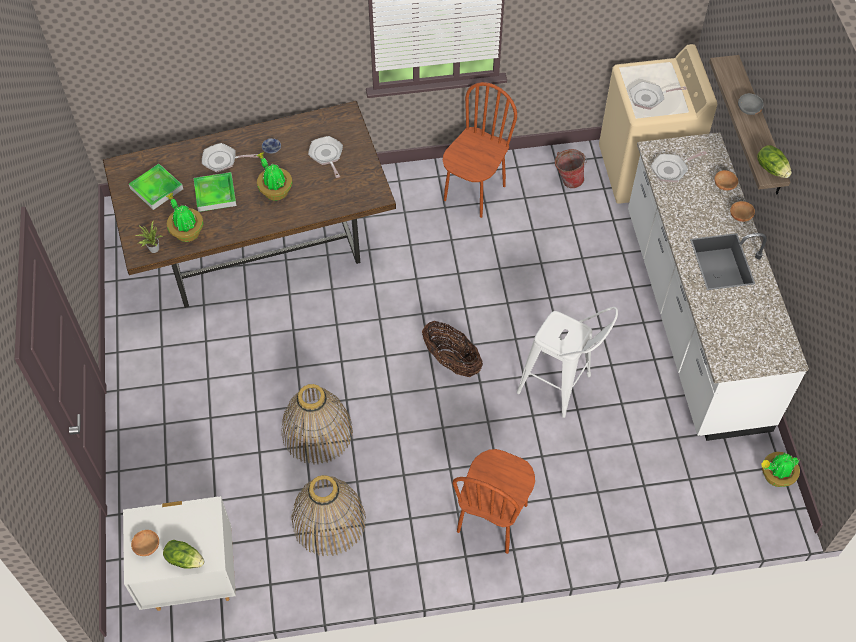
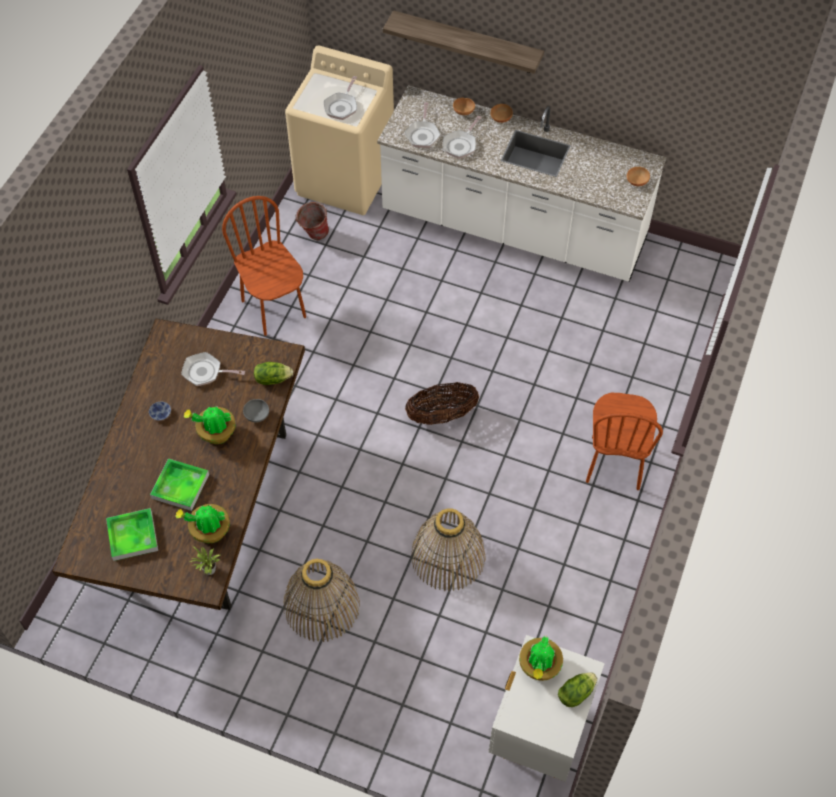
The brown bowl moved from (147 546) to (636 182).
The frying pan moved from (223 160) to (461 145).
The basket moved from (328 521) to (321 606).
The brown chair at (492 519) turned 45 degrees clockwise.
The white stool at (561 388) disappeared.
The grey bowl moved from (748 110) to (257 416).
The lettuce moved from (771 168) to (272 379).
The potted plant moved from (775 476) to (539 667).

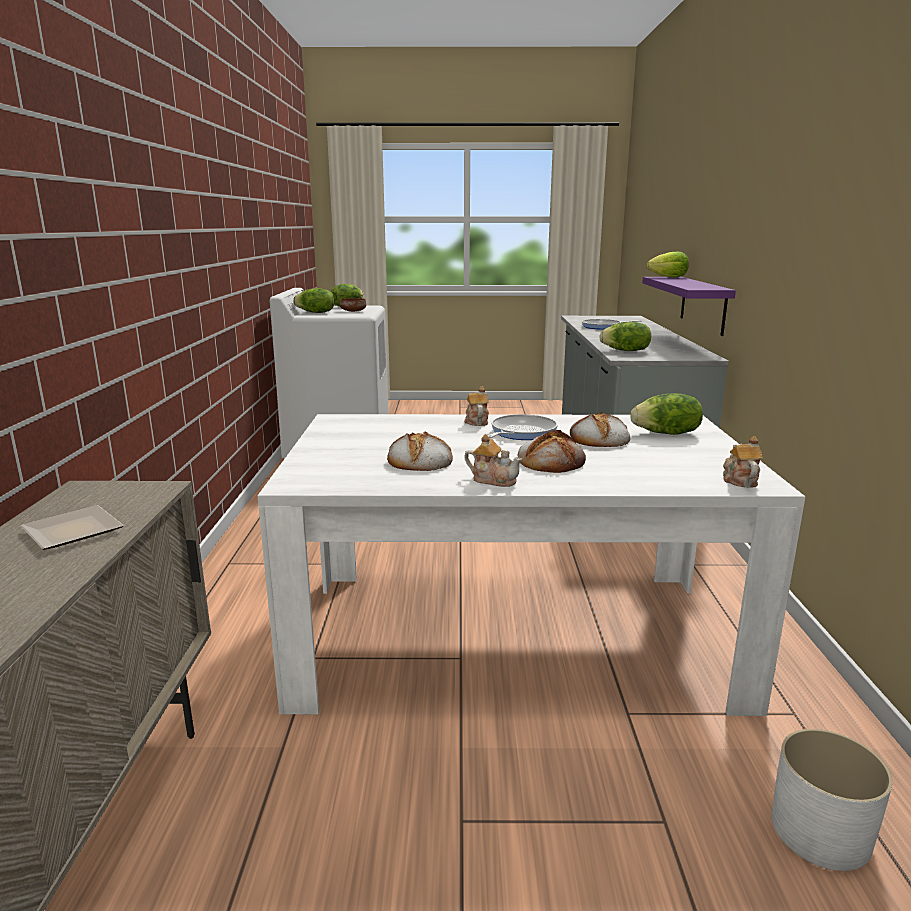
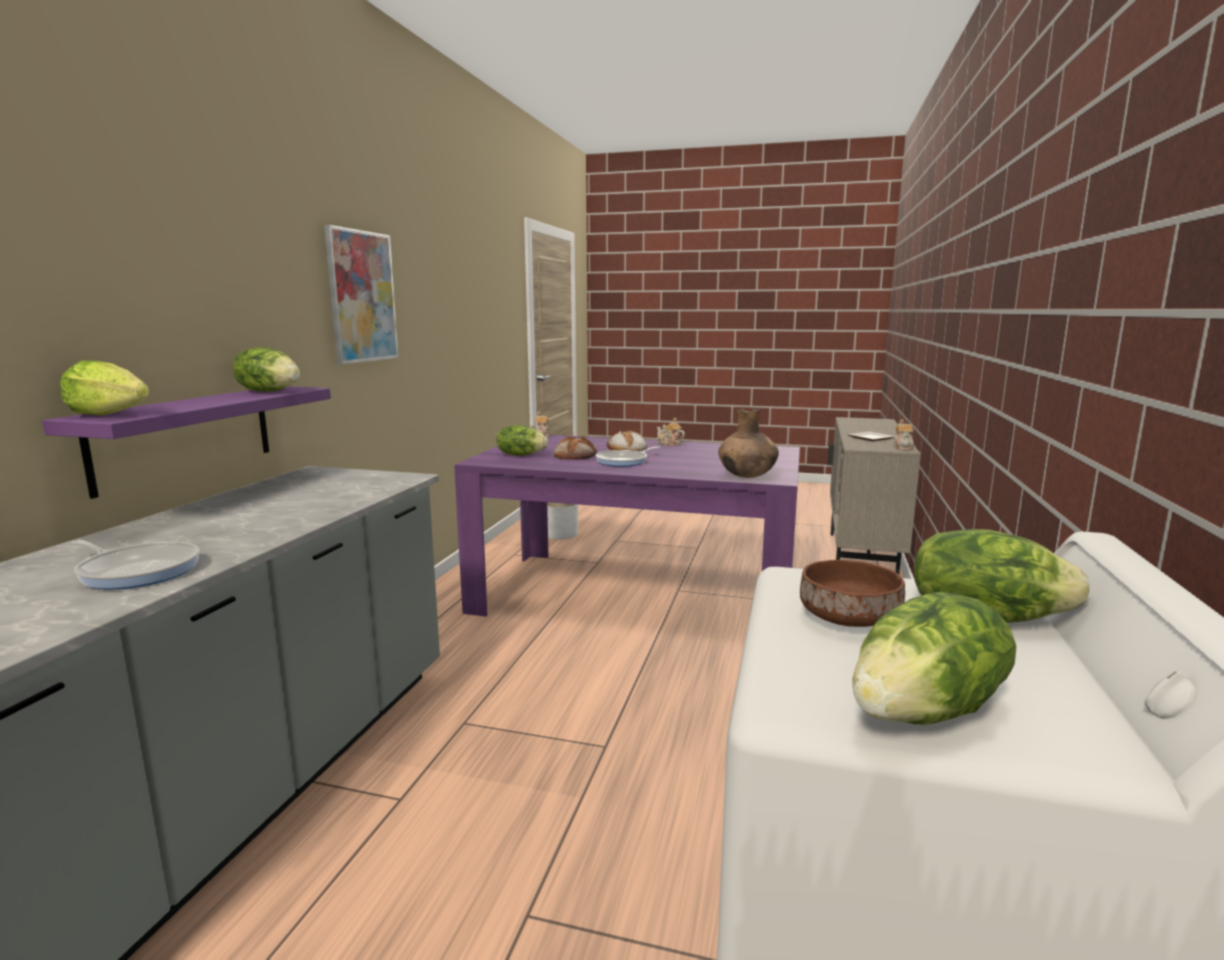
The white dining table at (511 637) became the purple dining table at (636 596).
The bread at (419 461) disappeared.
The teapot moved from (476 421) to (903 447).
The lettuce moved from (626 351) to (269 391).
The picture at (362 297) appeared.
The brown vase at (747 477) appeared.

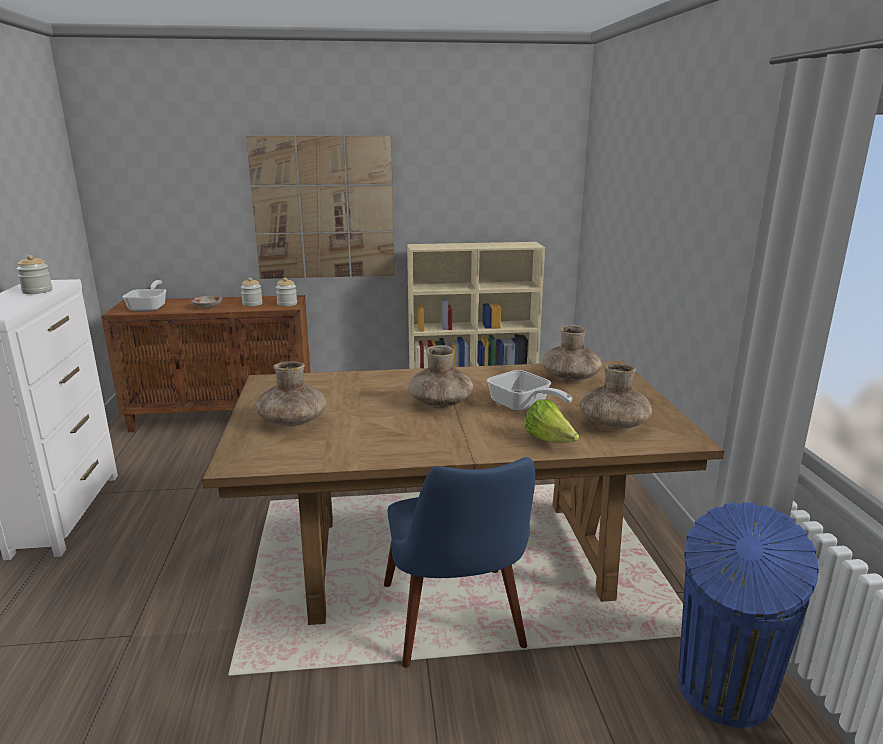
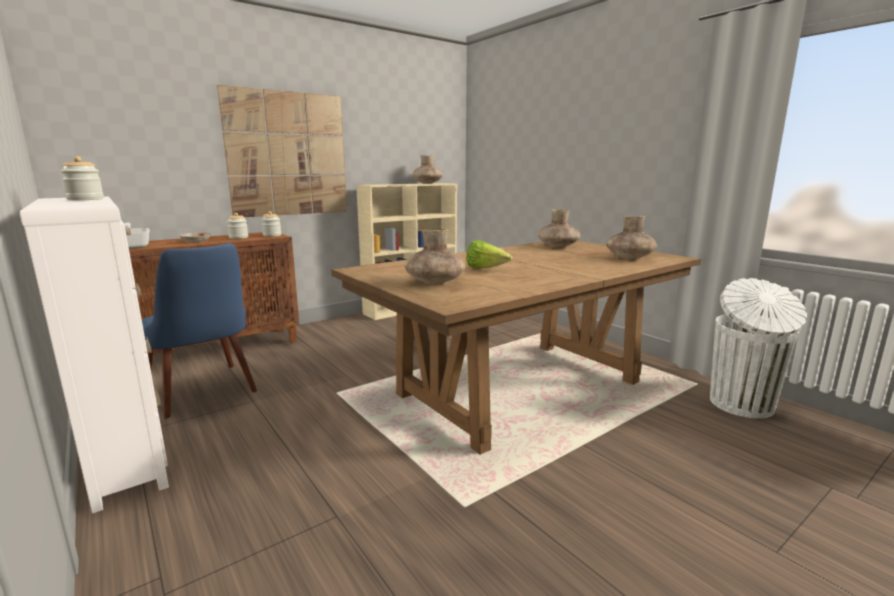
The blue chair moved from (458 629) to (206 394).
The brown vase moved from (441 403) to (427 183).
The frying pan at (523 406) disappeared.
The lettuce moved from (549 440) to (485 269).
The blue trash can at (723 692) became the white trash can at (742 405).

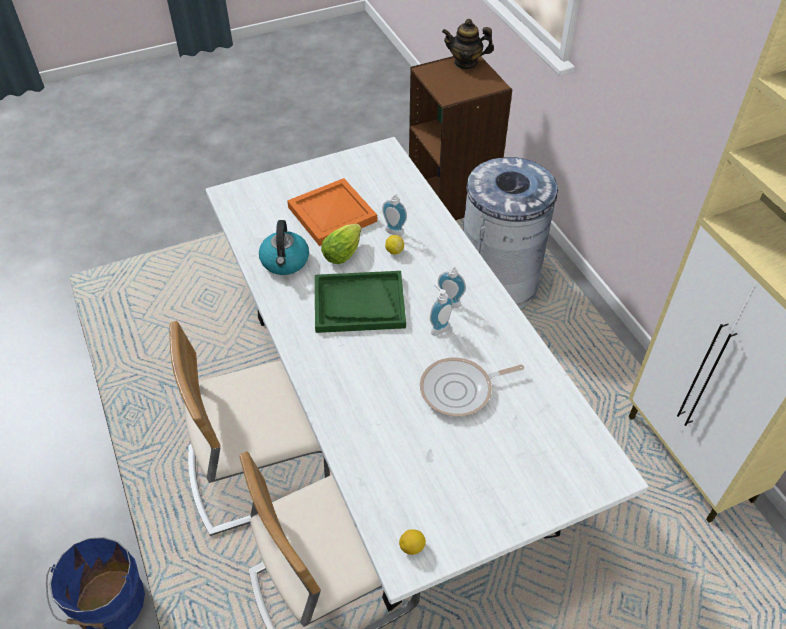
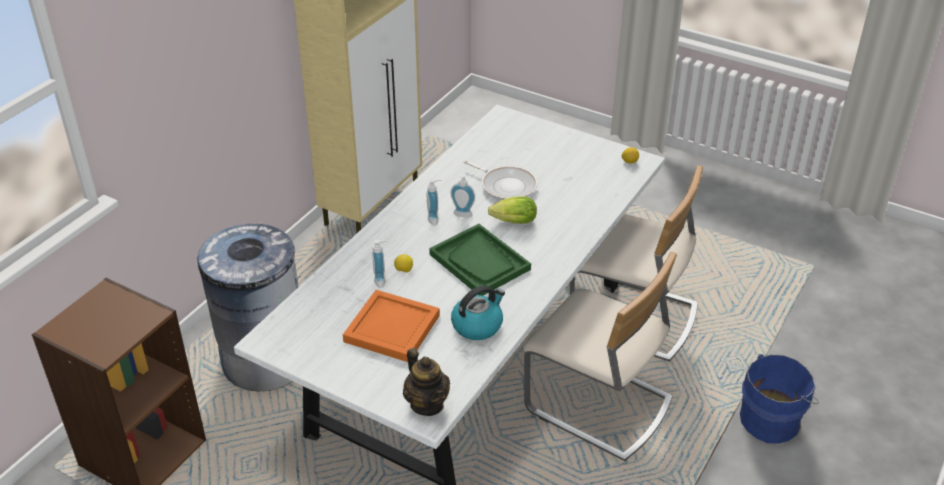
The lettuce moved from (344 252) to (511 222).
The teapot moved from (466 63) to (427 404).

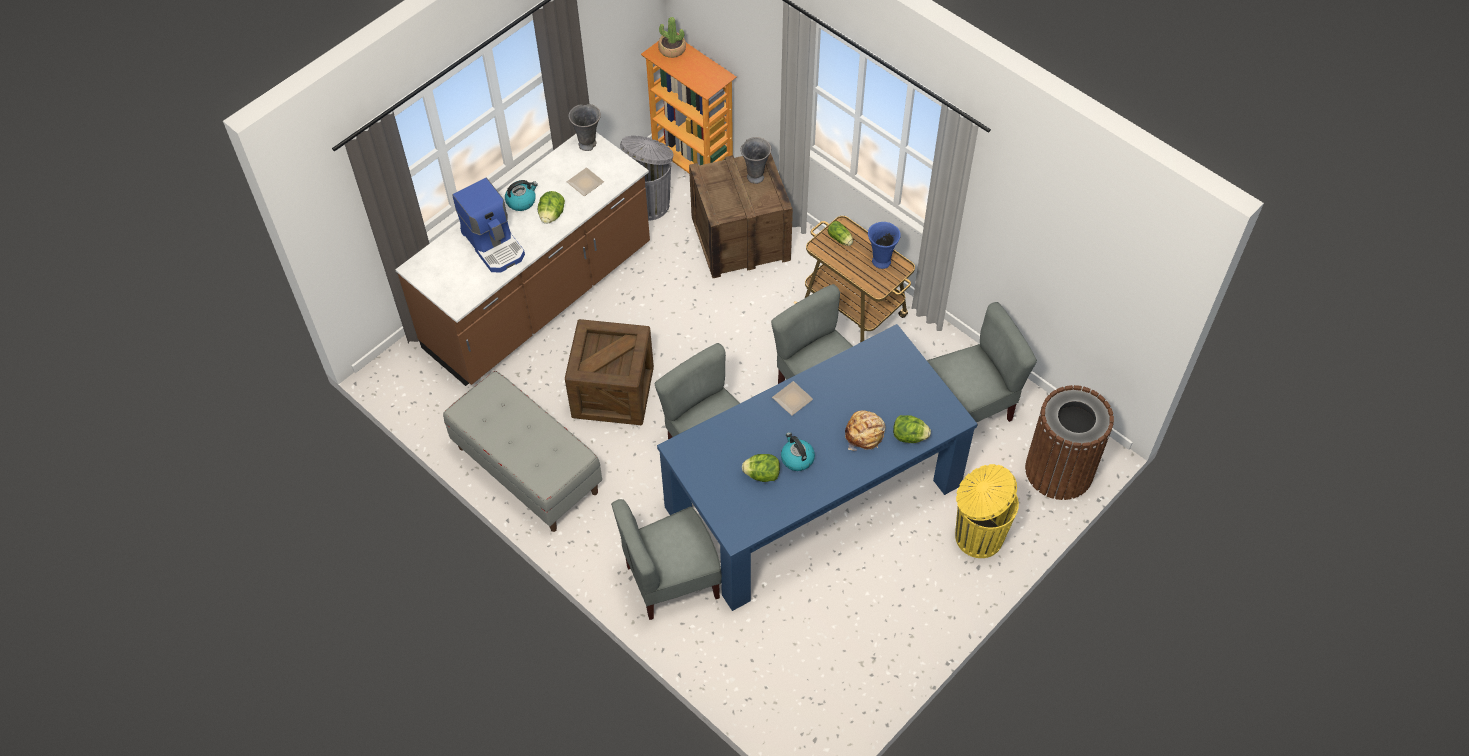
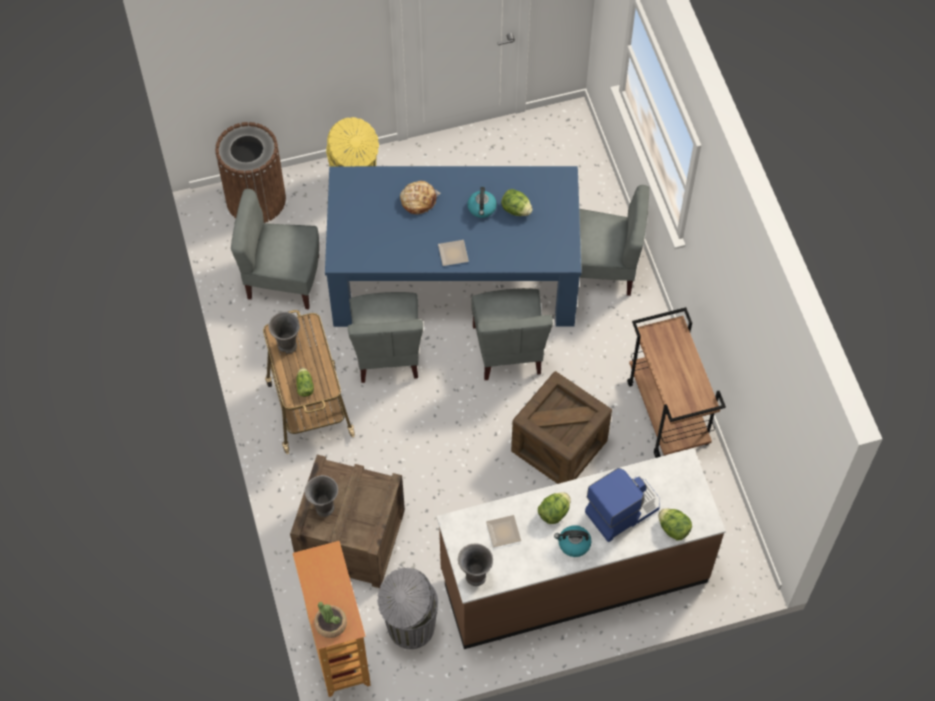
The grey bench at (527 470) was replaced by the brown cart at (668 413).
The coffee machine at (494 244) turned 60 degrees clockwise.
The blue vase at (880 261) became the grey vase at (288 346).
The lettuce moved from (909 436) to (673 528).

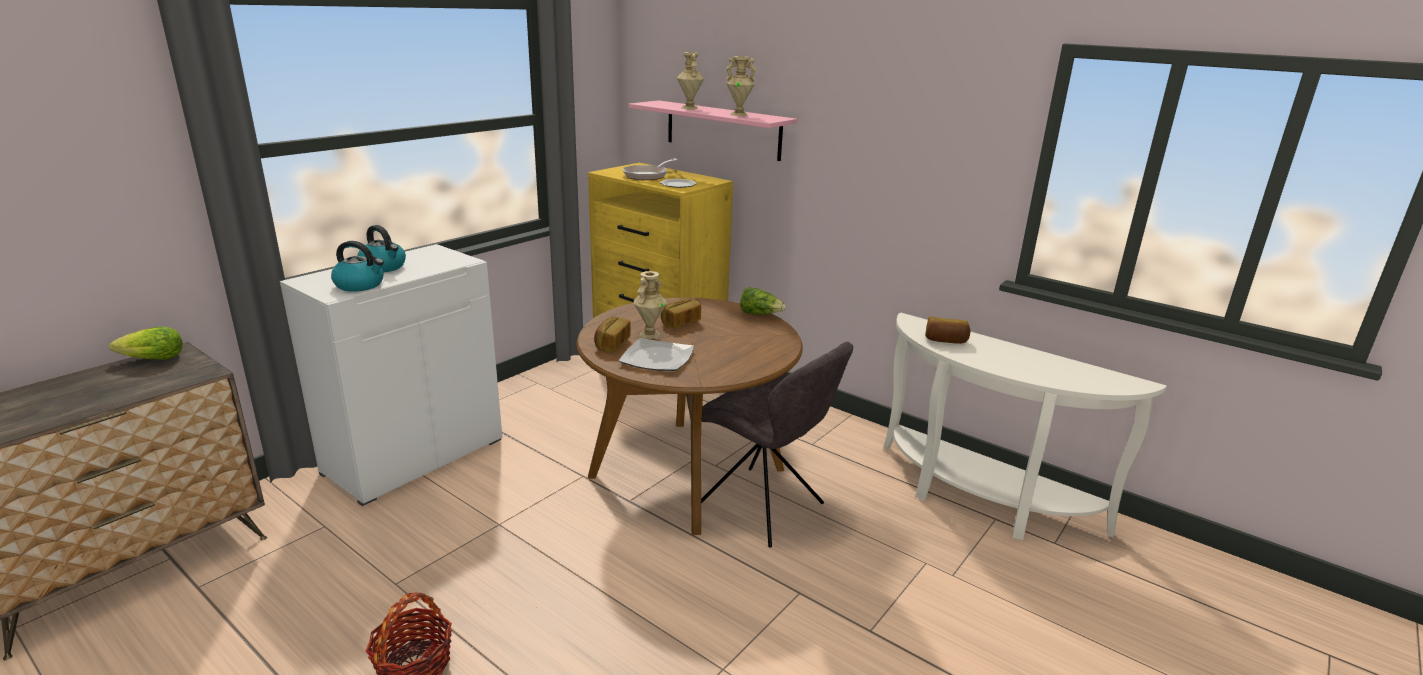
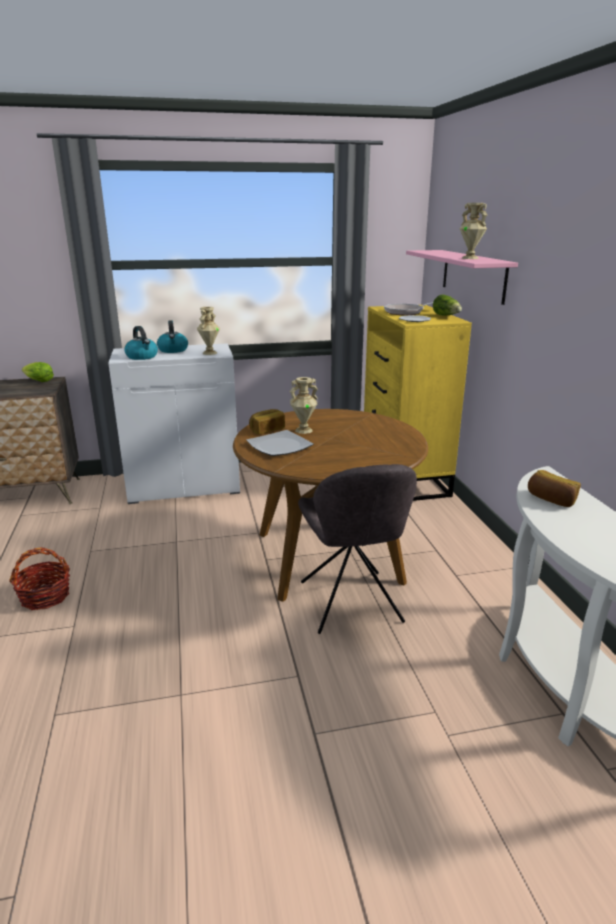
The bread at (680 323) disappeared.
The beige vase moved from (689 108) to (209 353).
The lettuce moved from (760 314) to (446 316).

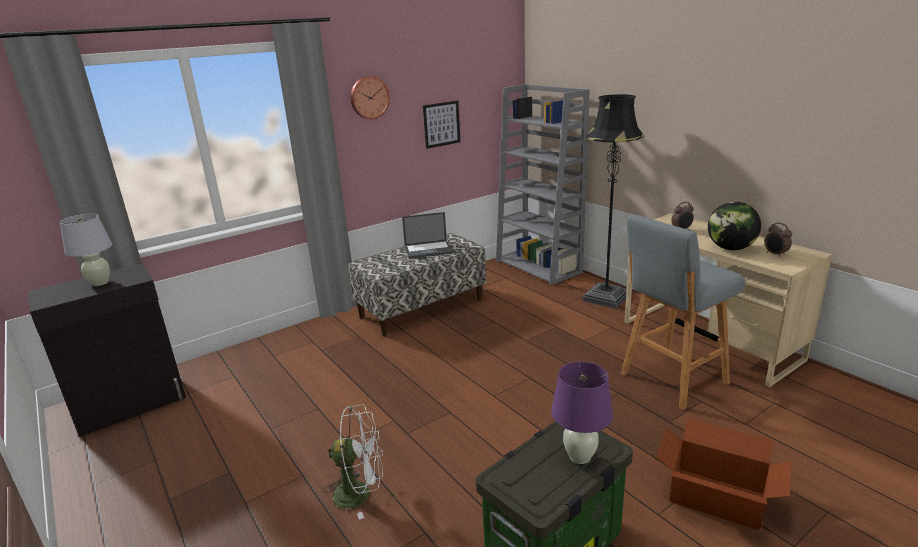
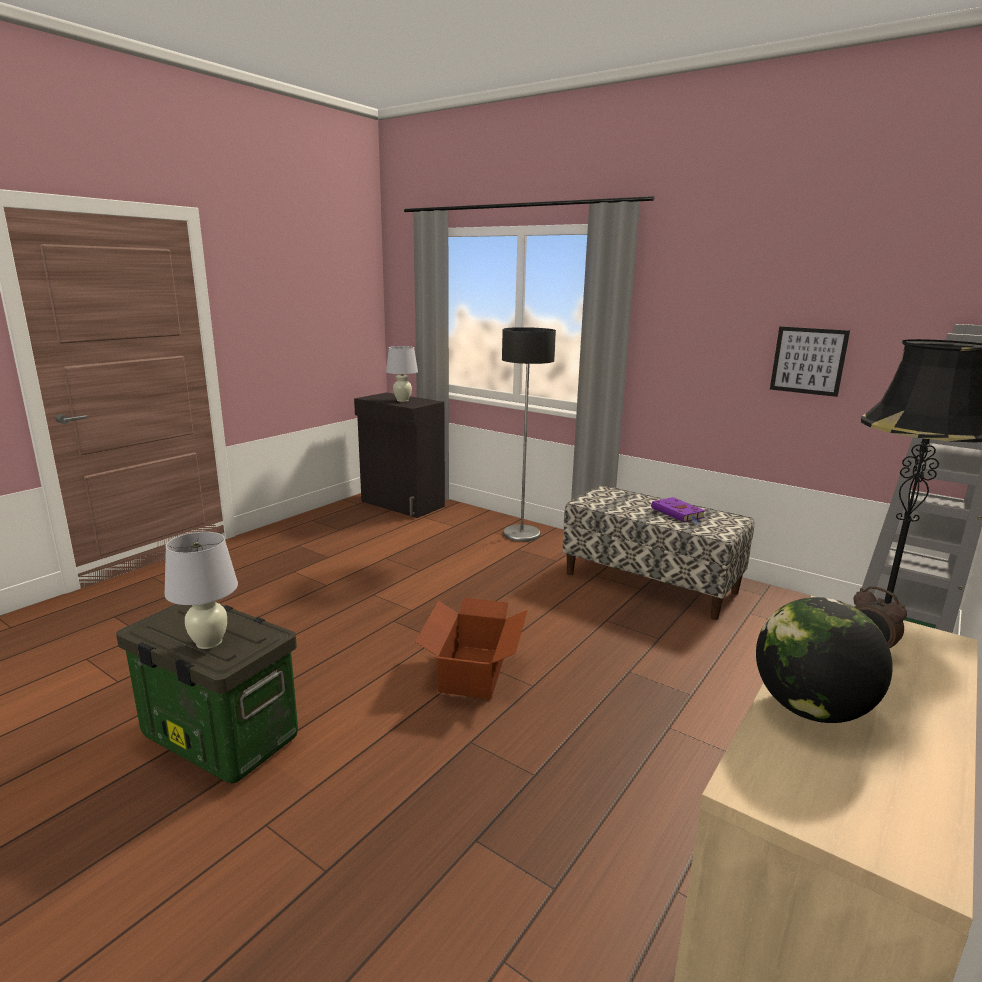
The white fan at (360 493) disappeared.
The wall clock at (369 97) disappeared.
The laptop at (428 249) was replaced by the purple book at (678 513).
The purple table lamp at (579 456) became the white table lamp at (209 642).
The grey stool at (671 379) disappeared.
The cardboard box moved from (717 498) to (472 671).
The alarm clock at (775 254) disappeared.
The floor lamp at (521 534) appeared.

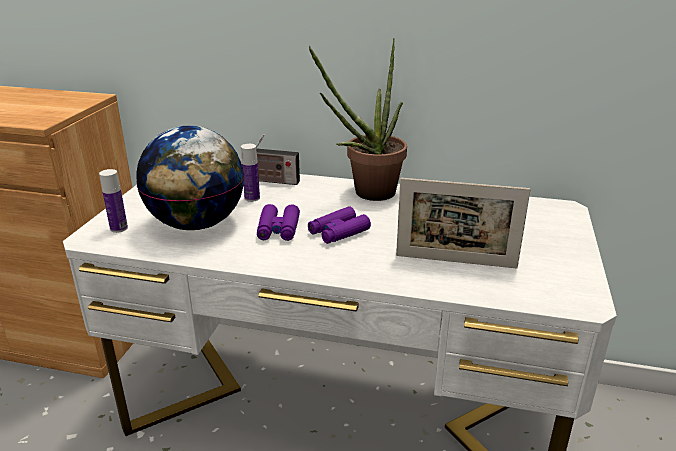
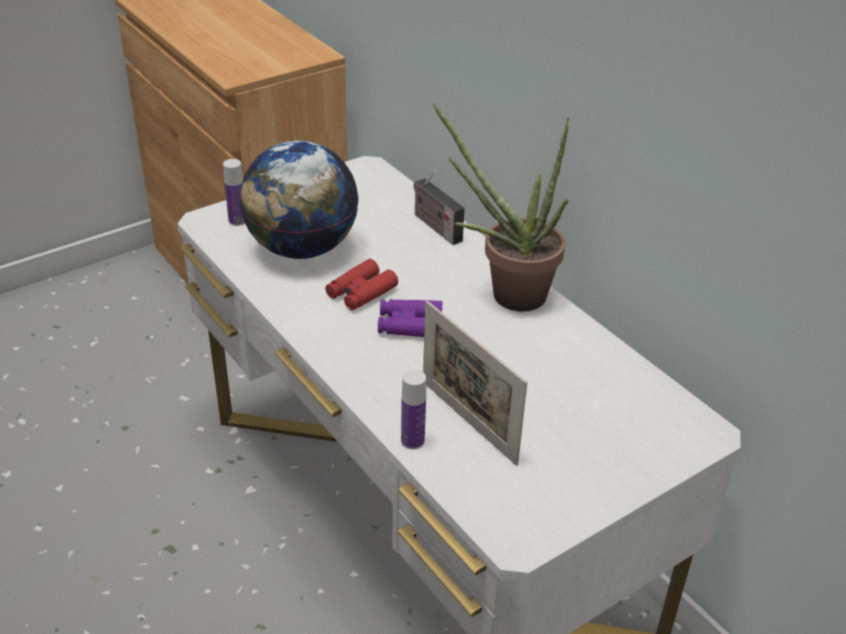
The bottle moved from (252 198) to (412 441).
The purple binoculars at (278 229) became the red binoculars at (361 292).

